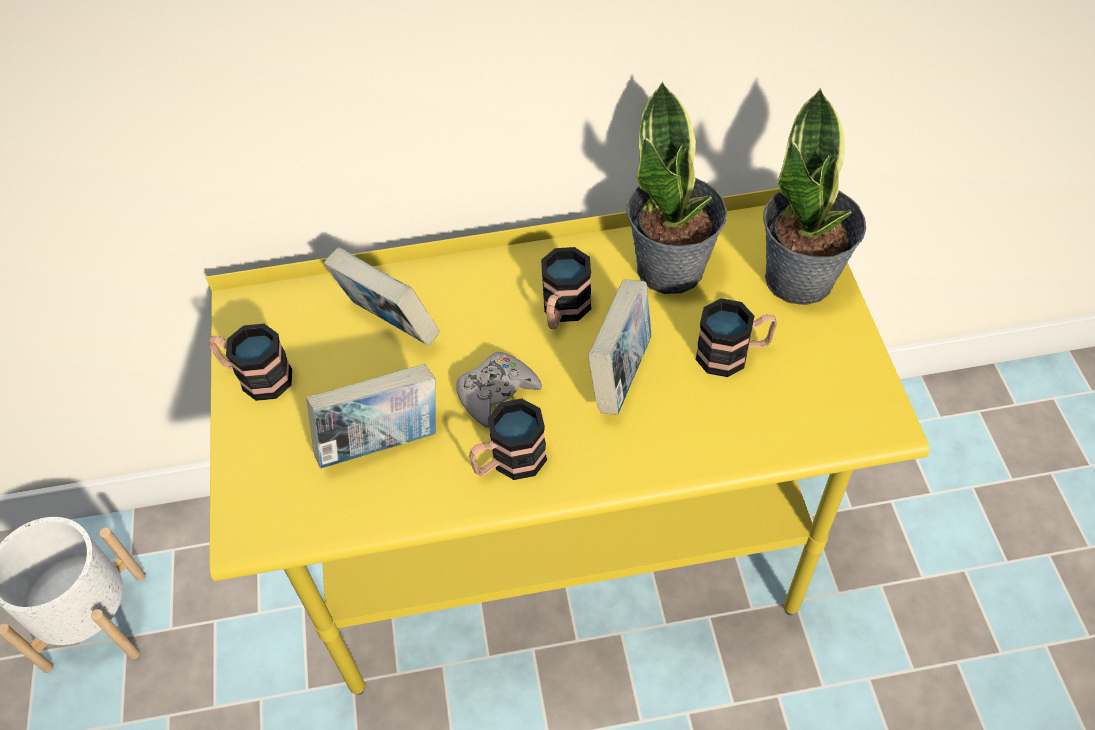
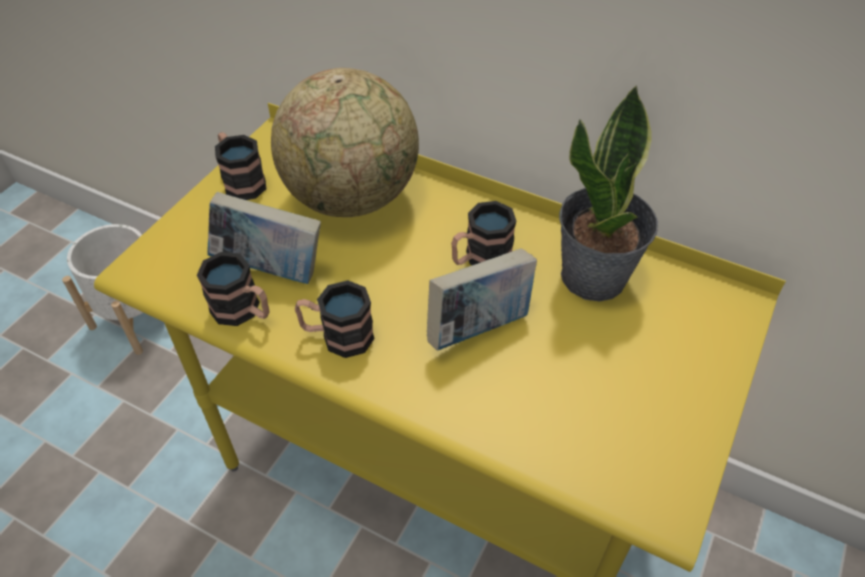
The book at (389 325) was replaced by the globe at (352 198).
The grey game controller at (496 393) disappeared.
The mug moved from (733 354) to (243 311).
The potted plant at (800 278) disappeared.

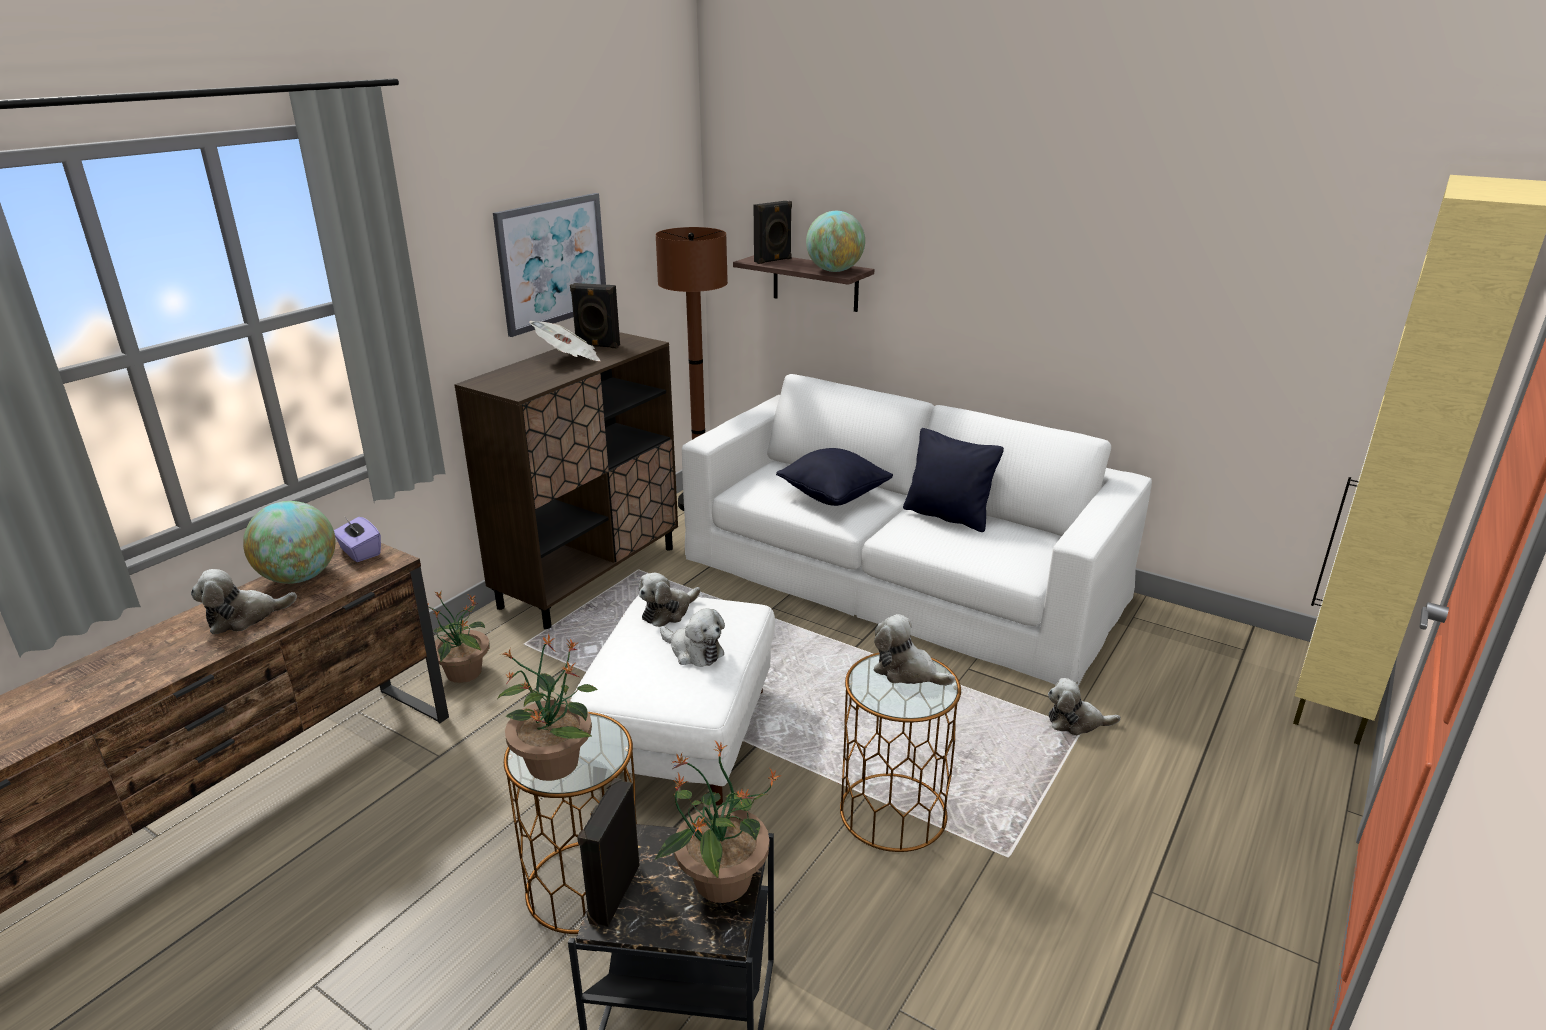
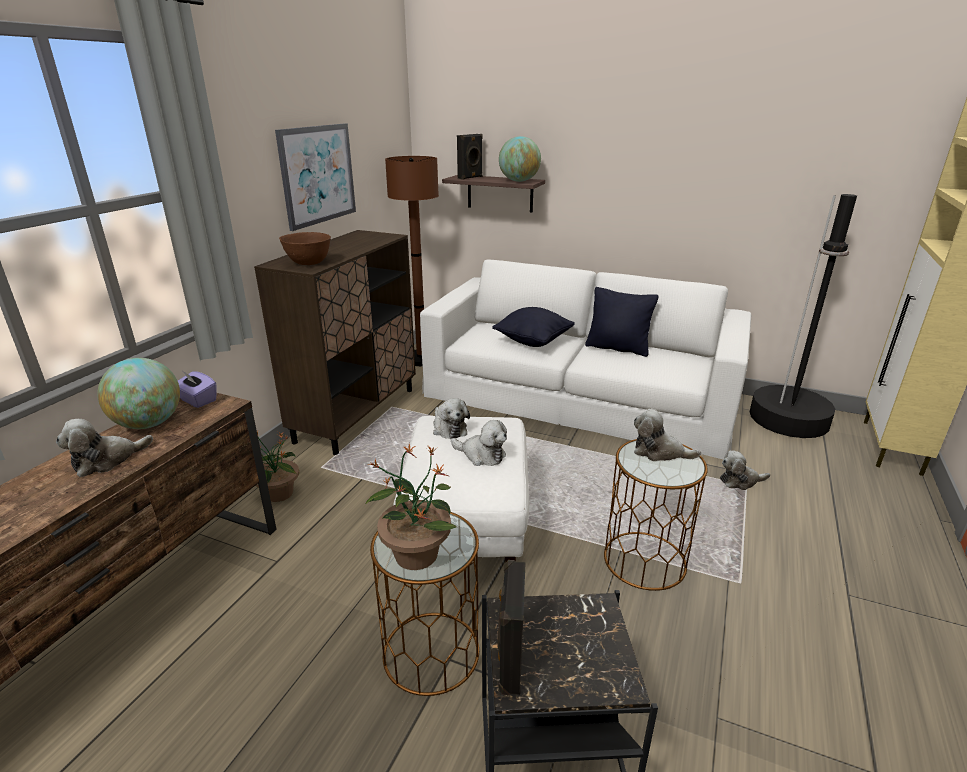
The newspaper at (568 358) disappeared.
The black speaker at (597 346) disappeared.
The plush toy at (668 612) turned 60 degrees counterclockwise.
The potted plant at (720 881) disappeared.
The brown bowl at (308 263) appeared.
The black floor lamp at (789 419) appeared.

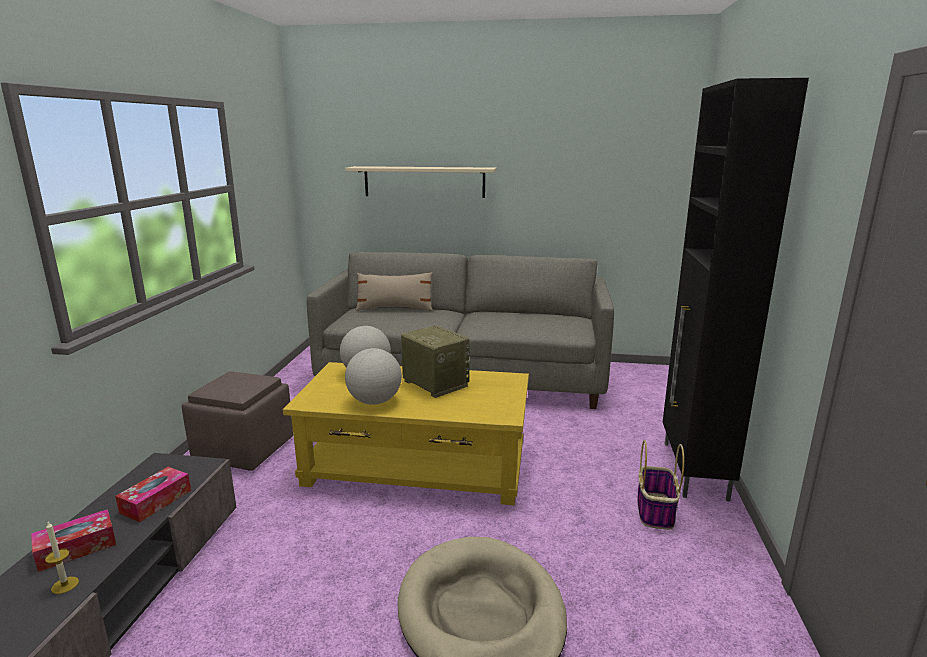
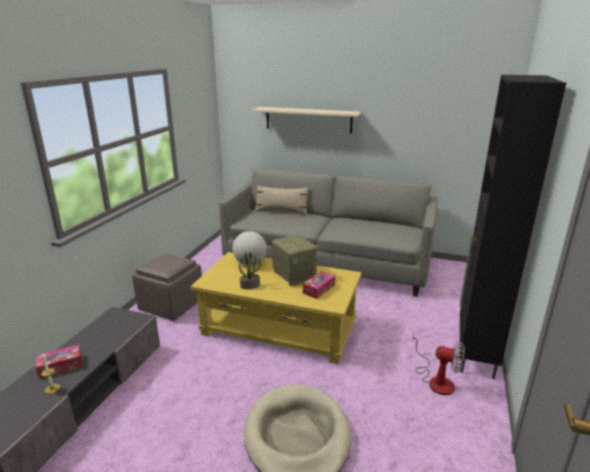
The tissue box moved from (156 501) to (319 289).
The globe at (374 401) was replaced by the potted plant at (250 285).
The basket at (655 511) was replaced by the fan at (436 380).

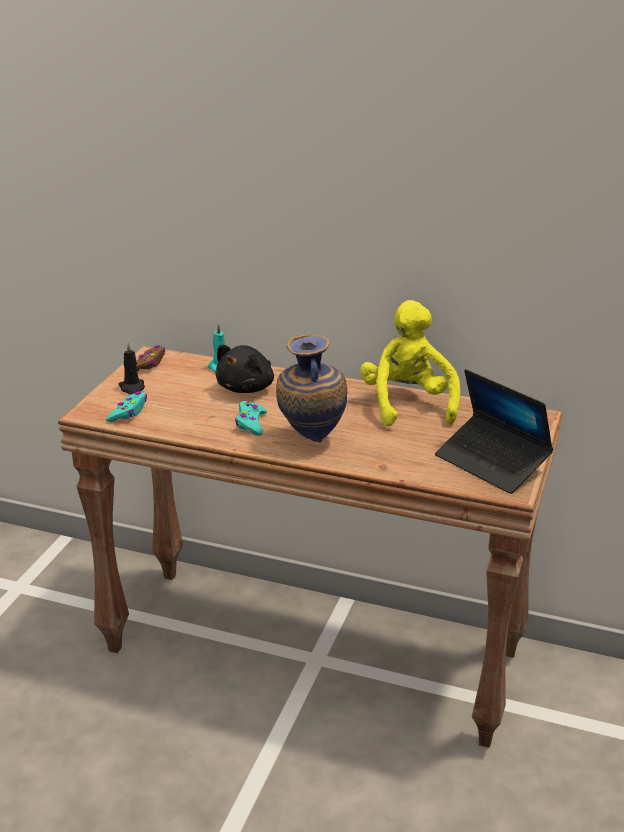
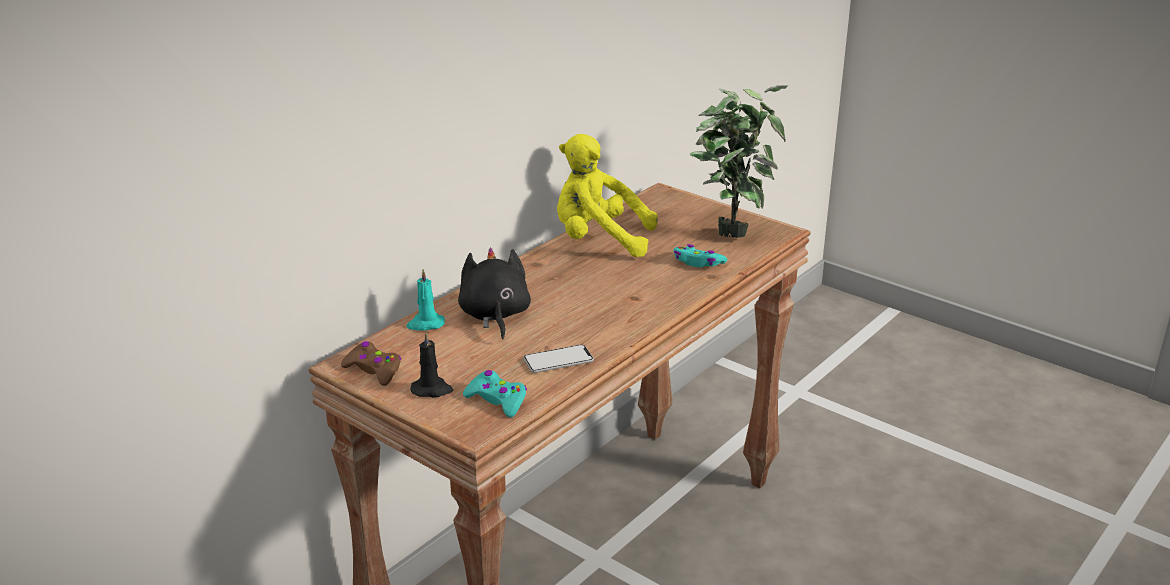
The black plush toy at (247 388) turned 150 degrees counterclockwise.
The turquoise game controller moved from (251 423) to (698 262).
The vase at (310 441) disappeared.
The laptop at (492 463) was replaced by the potted plant at (732 229).
The phone at (558 360) appeared.

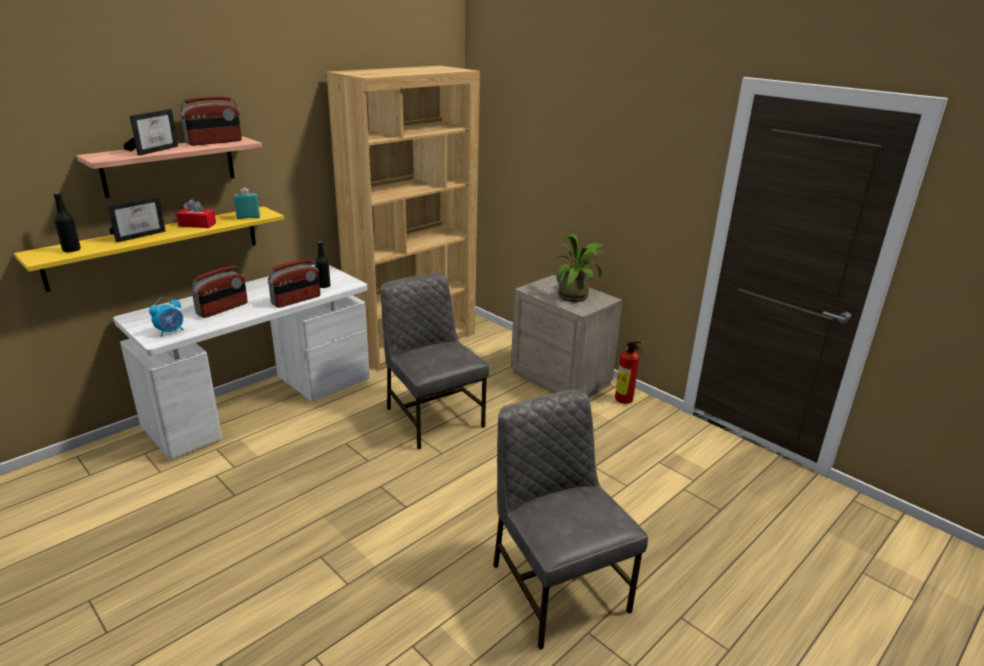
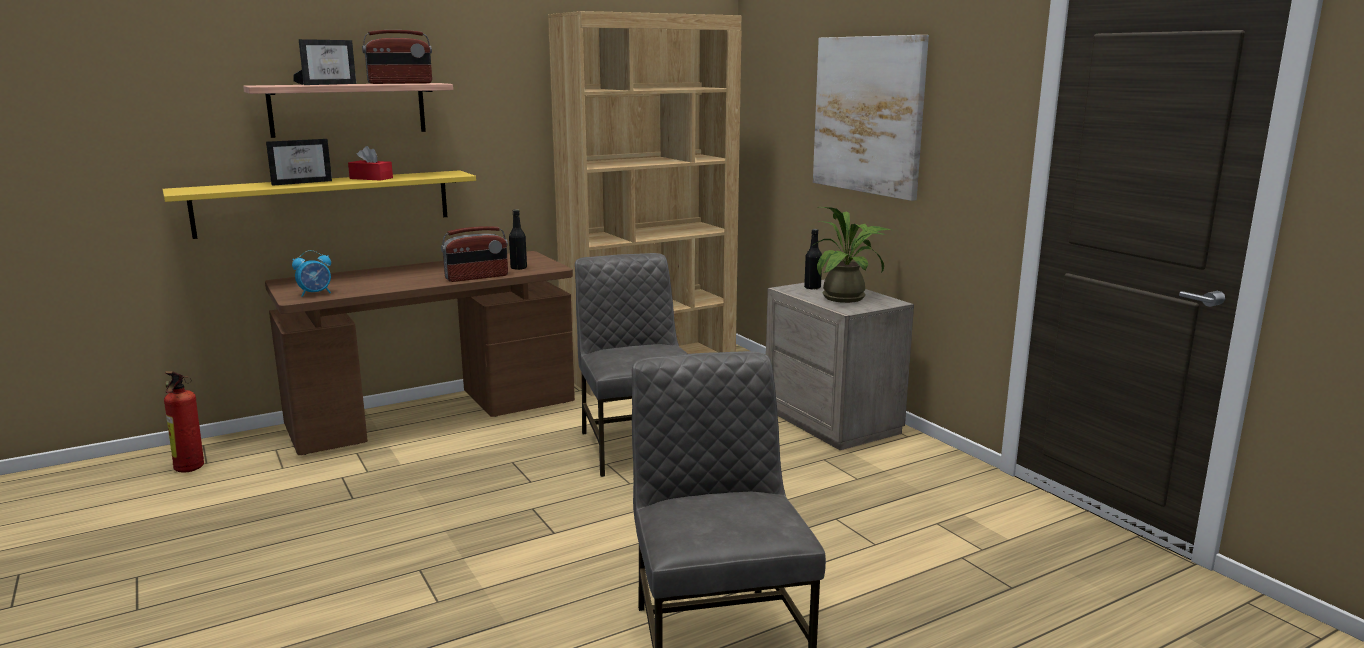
The black bottle moved from (71 250) to (812 288).
The white desk at (263 403) became the brown desk at (434 415).
The radio at (223 309) disappeared.
The turquoise bottle at (248 217) disappeared.
The fire extinguisher moved from (625 401) to (188 470).
The picture at (868 115) appeared.

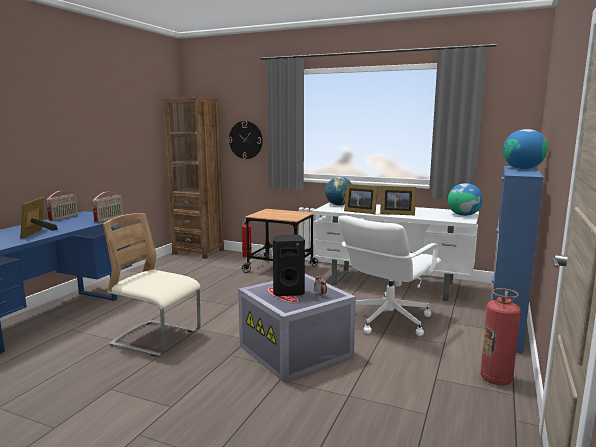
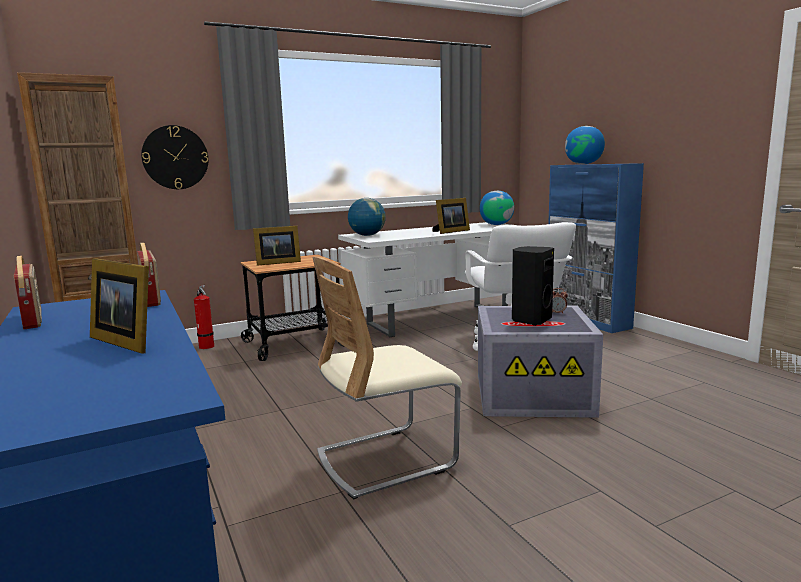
The picture frame moved from (360 211) to (276 263).
The fire extinguisher at (496 379) disappeared.

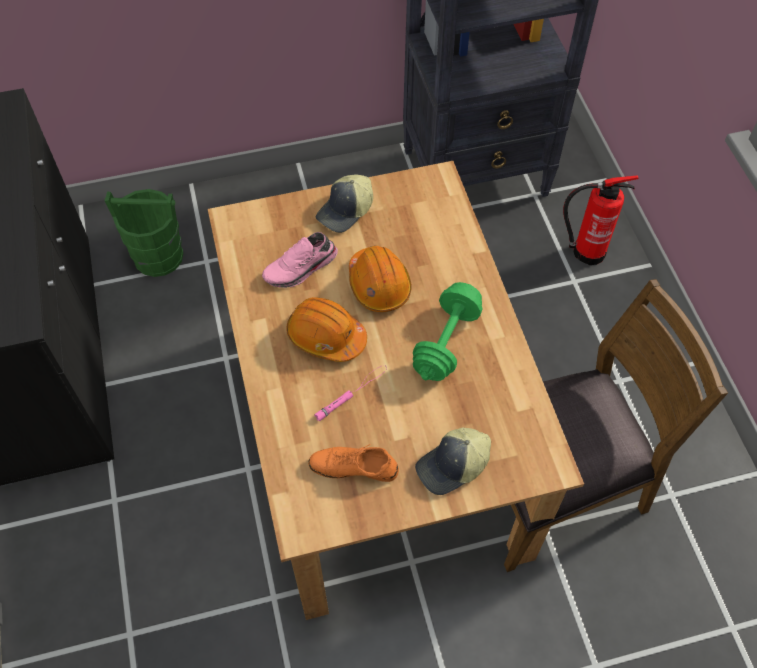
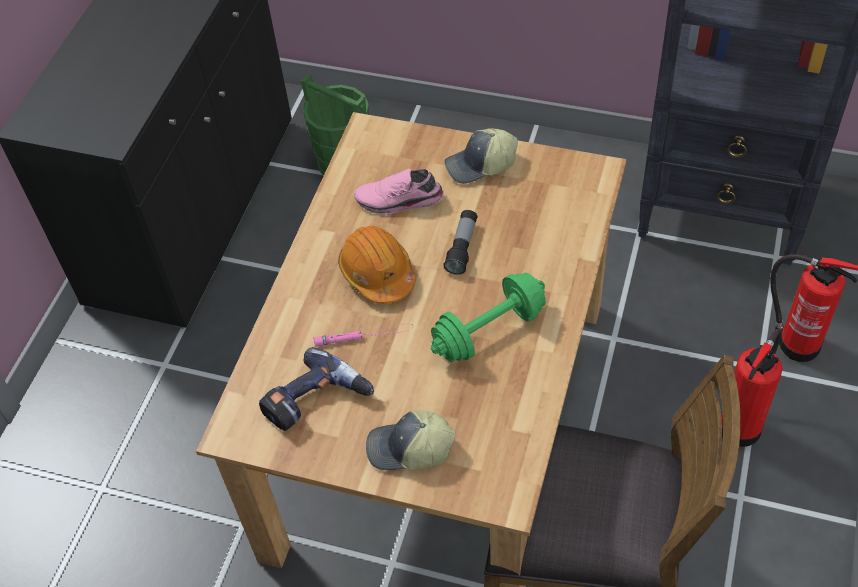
The orange shoe at (353 467) was replaced by the power drill at (317 403).
The orange hard hat at (379 285) was replaced by the flashlight at (462 248).
The fire extinguisher at (742 424) appeared.

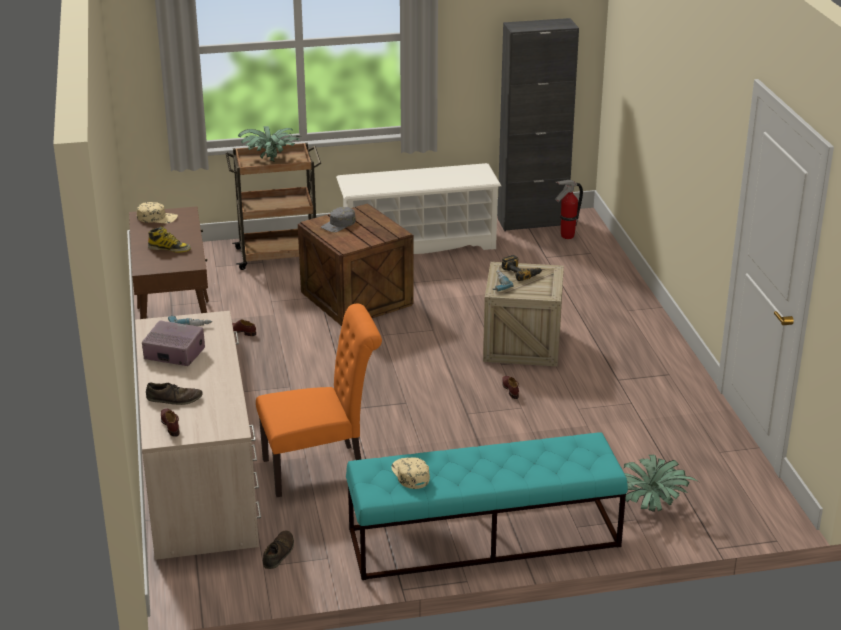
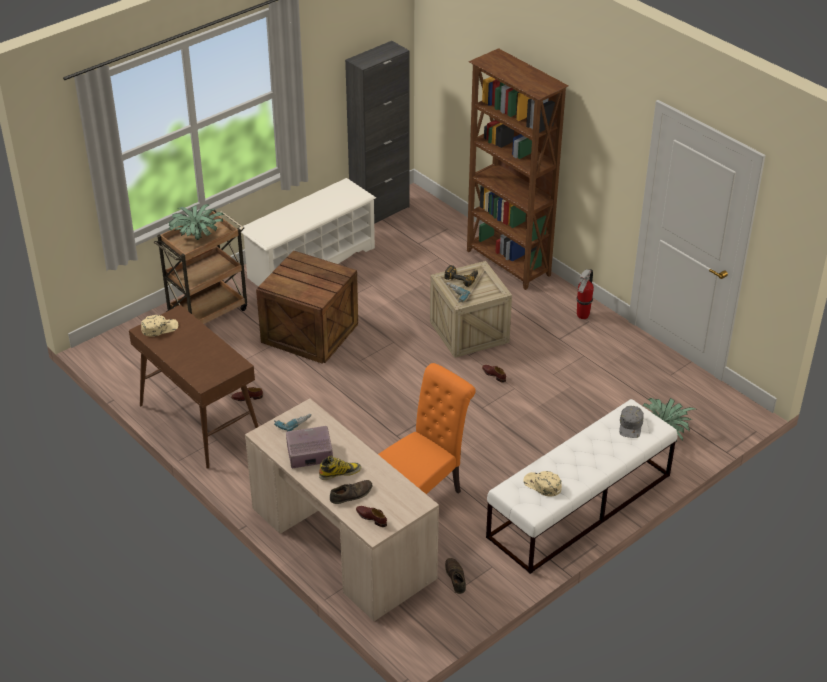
The boot moved from (169 249) to (340 472).
The grey cap moved from (339 224) to (631 425).
The turquoise bench at (483 538) became the white bench at (579 506).
The fire extinguisher moved from (567 236) to (582 316).
The brown bookcase at (508 264) appeared.

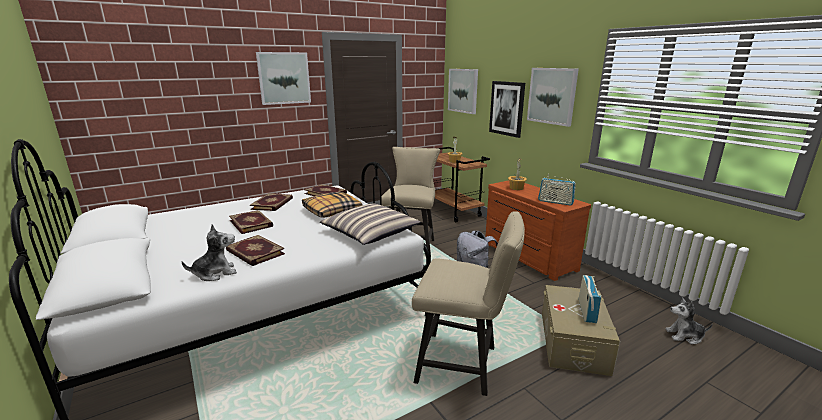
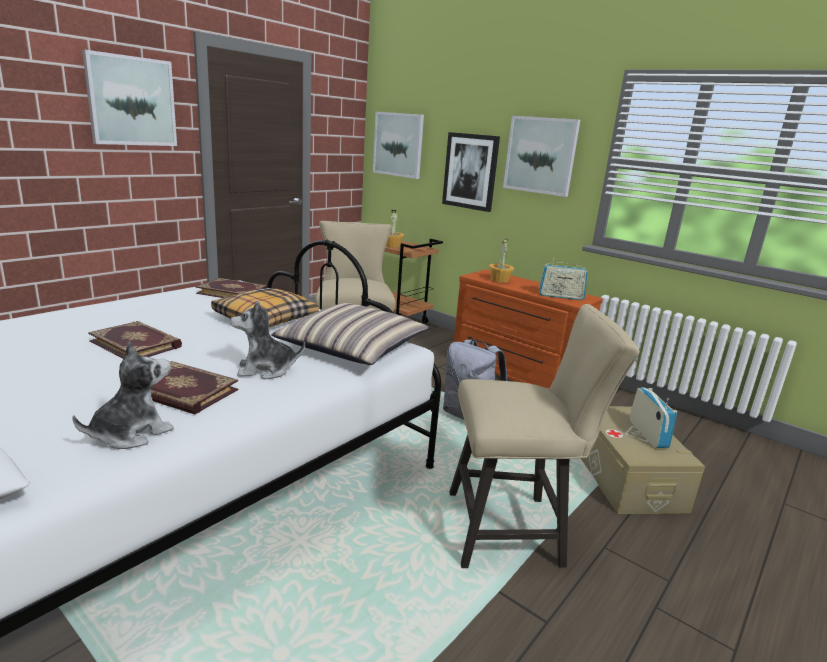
The book at (273 204) disappeared.
The plush toy moved from (685 336) to (266 370).

